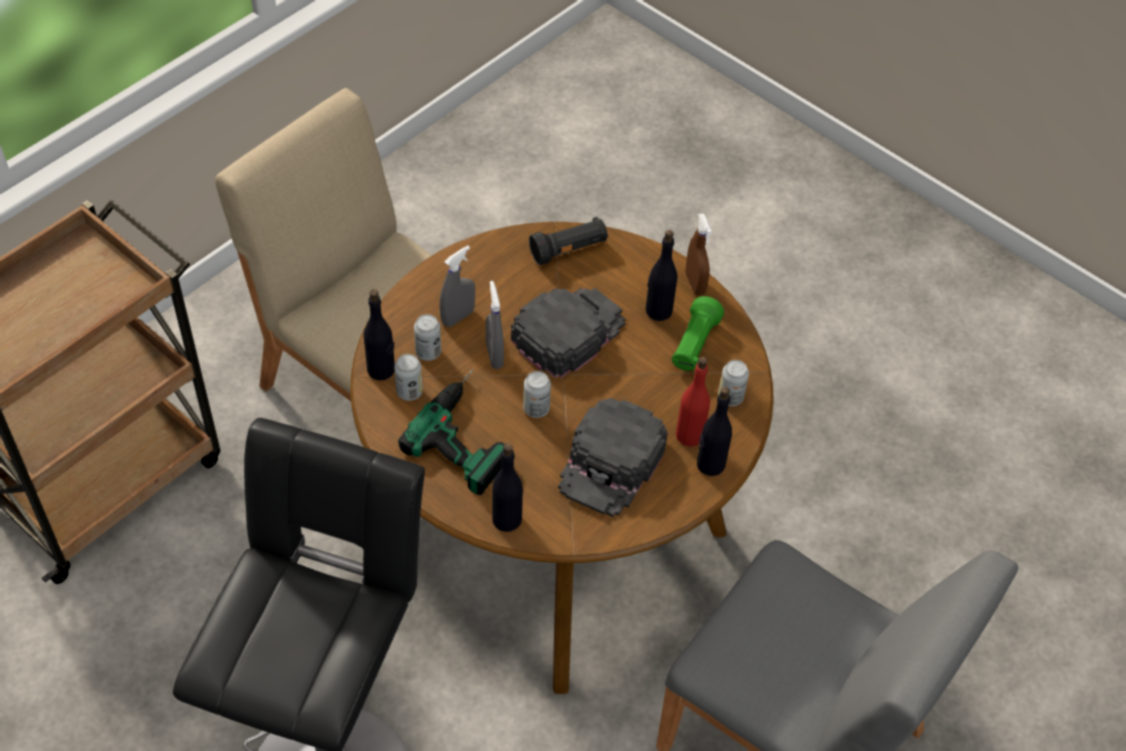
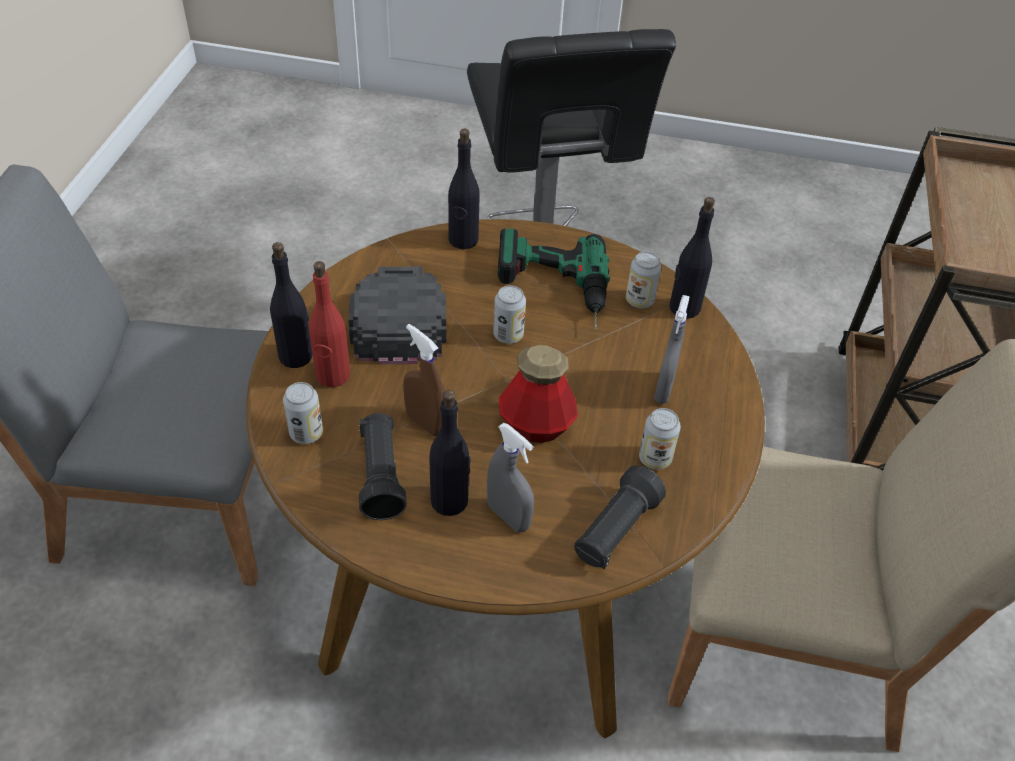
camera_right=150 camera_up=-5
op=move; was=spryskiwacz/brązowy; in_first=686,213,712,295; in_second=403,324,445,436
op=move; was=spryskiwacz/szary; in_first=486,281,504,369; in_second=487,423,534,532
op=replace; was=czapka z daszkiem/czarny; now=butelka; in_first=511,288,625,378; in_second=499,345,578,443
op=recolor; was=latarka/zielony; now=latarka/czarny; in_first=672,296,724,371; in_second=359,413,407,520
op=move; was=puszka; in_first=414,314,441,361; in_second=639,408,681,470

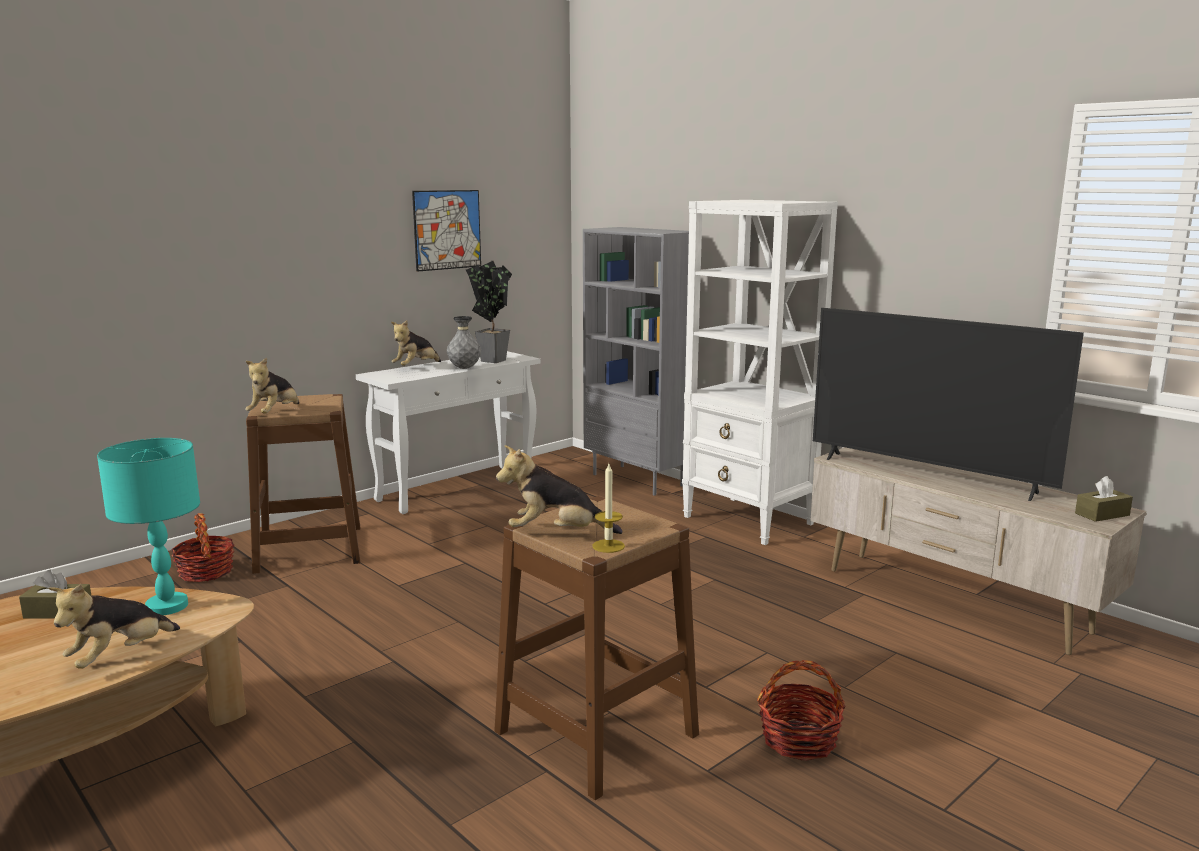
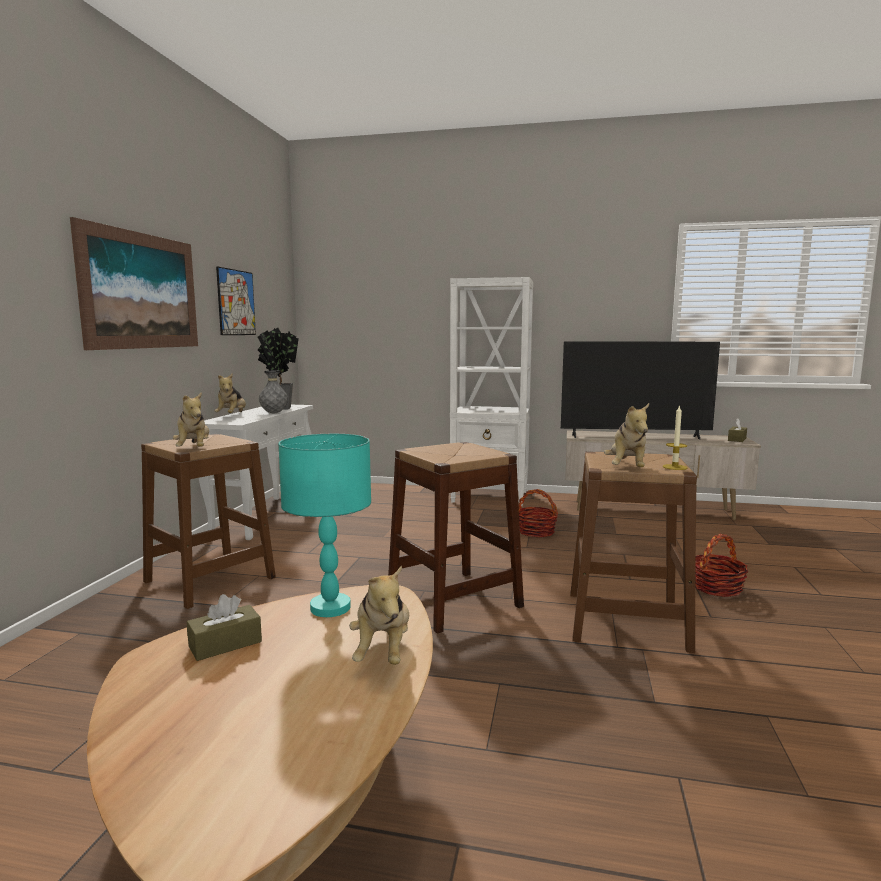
camera_right=-35 camera_up=-5
op=delete; was=regał/szary; in_first=583,227,702,496
op=rotate; was=pluszak; in_first=496,445,623,534; in_second=604,403,649,467; clockwise=-45
op=move; was=koszyk; in_first=171,513,234,582; in_second=519,489,558,537
op=insert; now=obraz; in_second=70,217,198,350
op=insert; now=stołek/brązowy; in_second=388,442,524,633

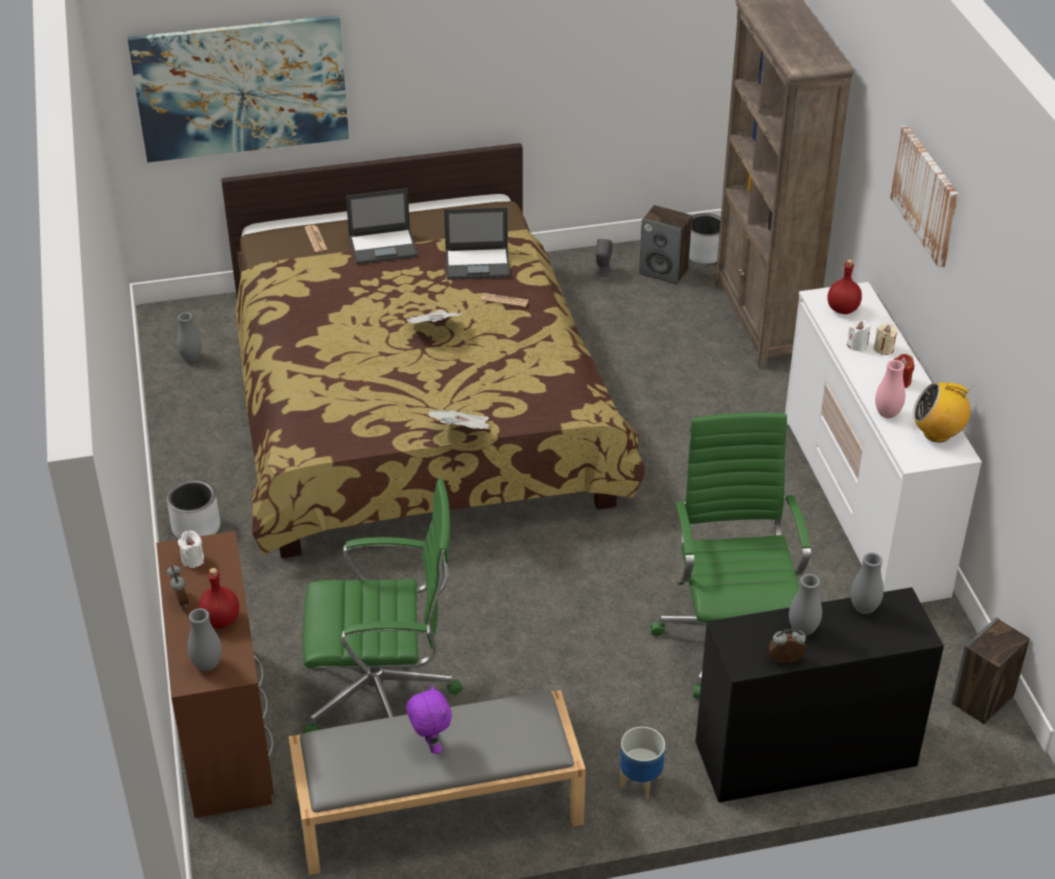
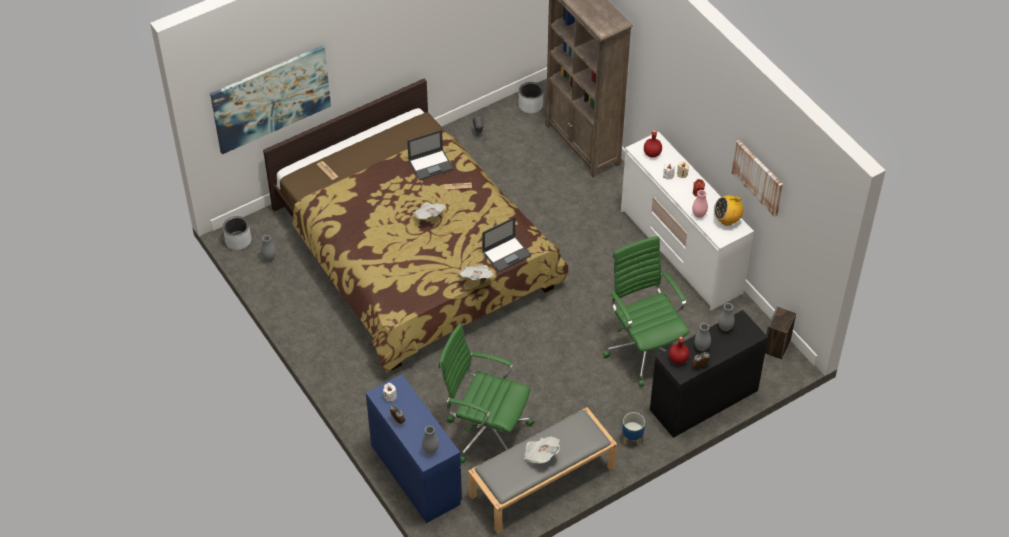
camera_right=-20 camera_up=10
op=move; was=obraz; in_first=890,126,959,268; in_second=732,140,783,217
op=move; was=laptop; in_first=346,188,418,265; in_second=482,217,531,272
op=delete; was=głośnik; in_first=639,205,692,285
op=rotate; was=krzesło biurowe/zielony; in_first=303,479,463,733; in_second=438,324,534,463; clockwise=-135
op=move; was=donica/szary; in_first=167,480,220,539; in_second=223,216,251,250
op=recolor; was=biurko/brązowy; now=biurko/niebieski; in_first=156,531,274,818; in_second=366,374,462,523
op=move; was=butelka/czerwony; in_first=198,568,239,628; in_second=669,337,689,364
op=replace; was=pluszak/fioletowy; now=gazeta; in_first=406,684,452,754; in_second=524,436,560,464

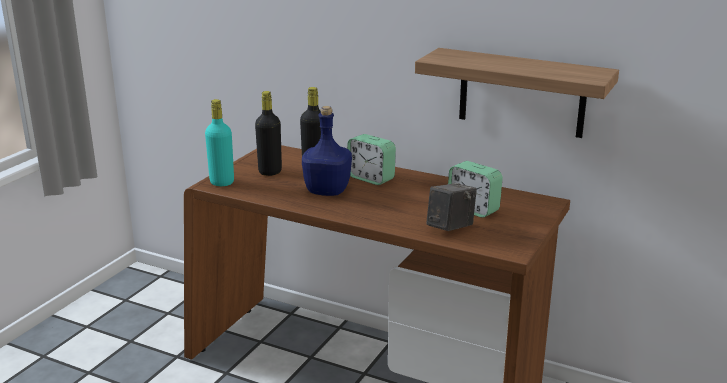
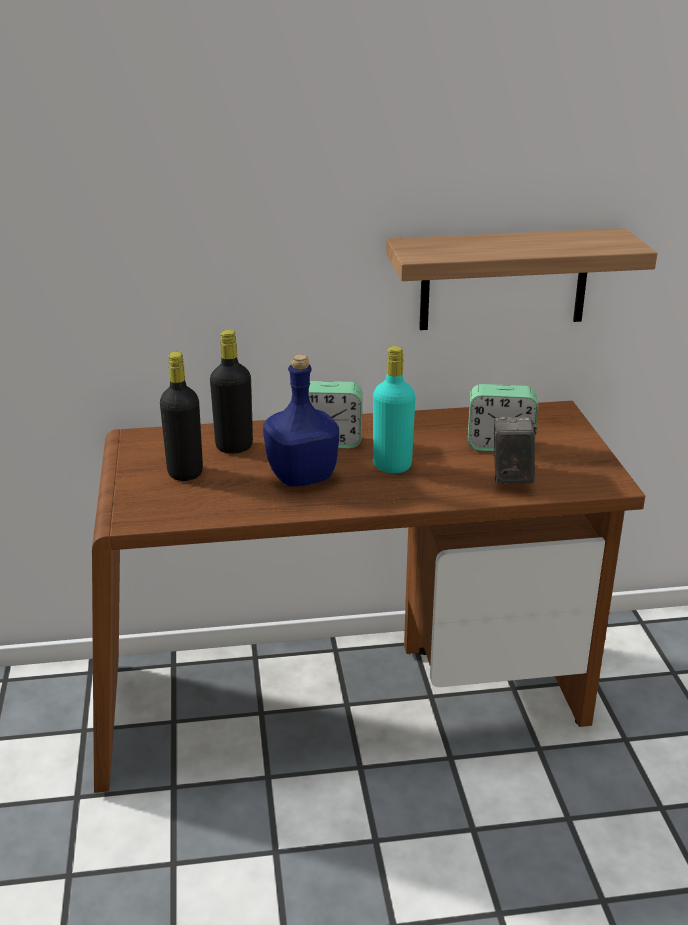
camera_right=-35 camera_up=5
op=move; was=butelka/turkusowy; in_first=205,99,234,186; in_second=373,346,416,473

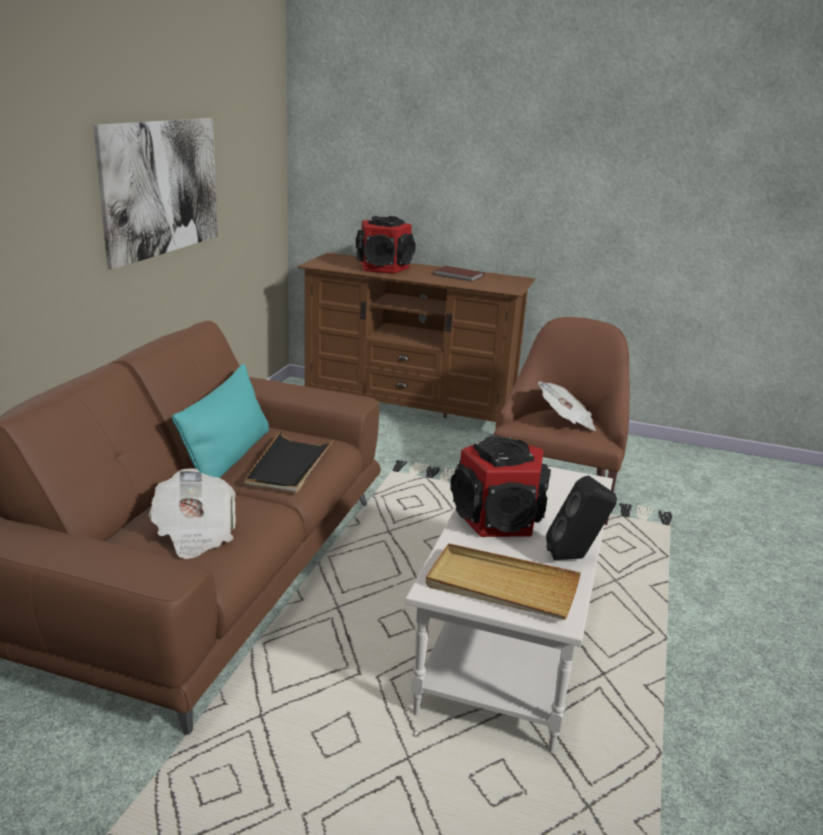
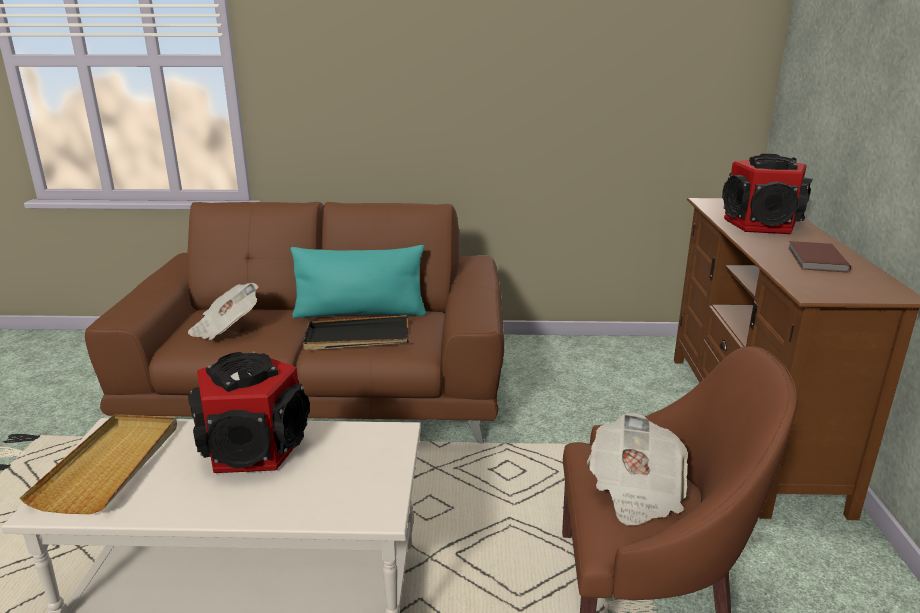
camera_right=75 camera_up=0
op=delete; was=obraz; in_first=93,118,218,270
op=delete; was=głośnik/czarny; in_first=546,476,617,560

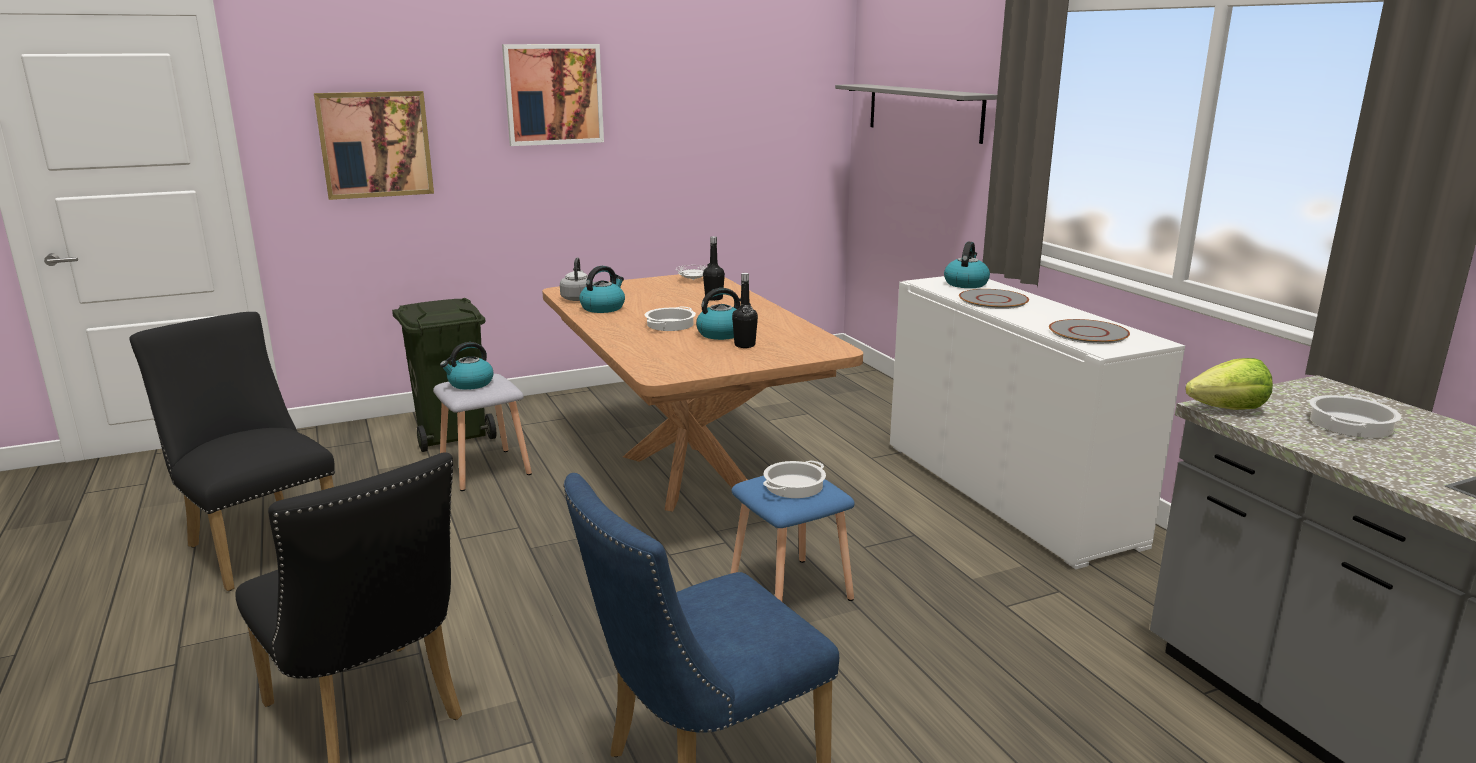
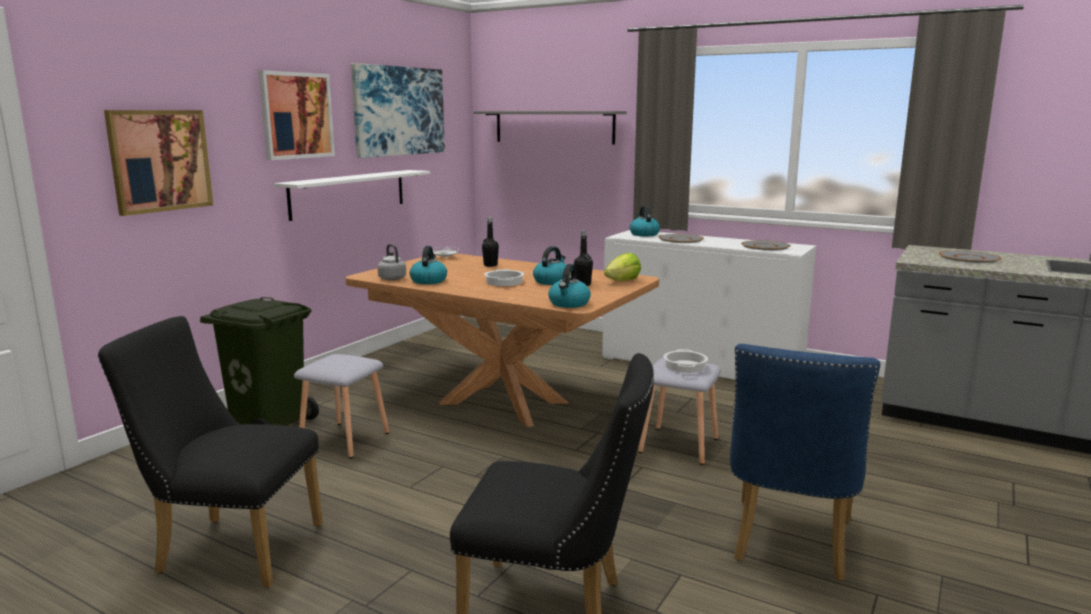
camera_right=-35 camera_up=-5
op=move; was=czajnik; in_first=440,342,493,390; in_second=548,264,591,308
op=move; was=sałata; in_first=1185,358,1273,410; in_second=604,253,641,281
op=replace; was=garnek; now=talerz/szary; in_first=1309,394,1401,438; in_second=939,251,1002,263
op=recolor; was=stołek/niebieski; now=stołek/szary; in_first=730,476,855,602; in_second=638,358,721,465
op=insert; now=obraz; in_second=351,63,445,158
op=insert; now=półka/biały; in_second=274,170,430,221

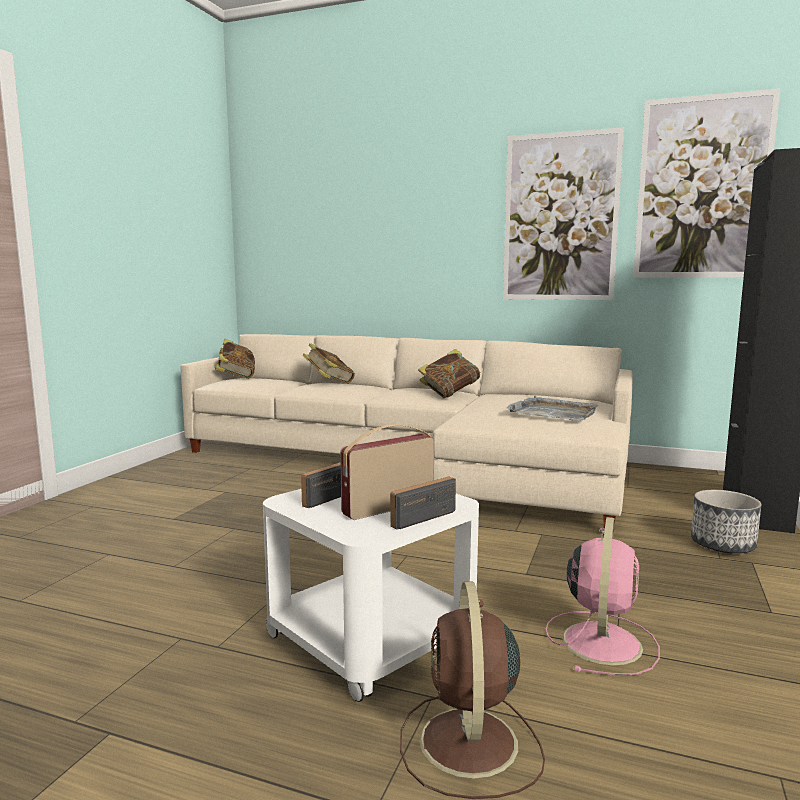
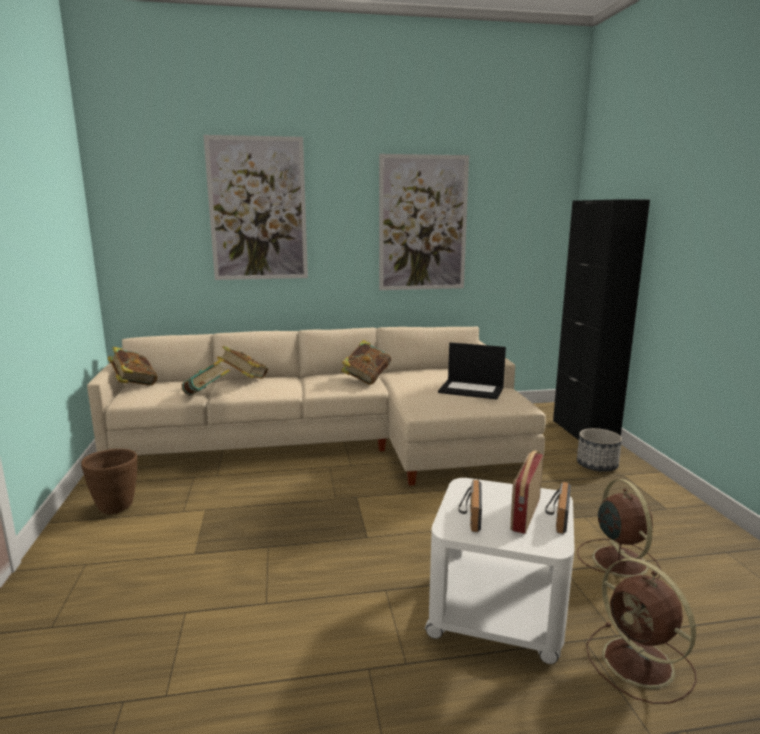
camera_right=-30 camera_up=5
op=move; was=obraz; in_first=633,88,780,277; in_second=203,135,308,280
op=replace; was=taca/szary; now=laptop; in_first=506,396,599,421; in_second=438,342,506,400
op=recolor; was=wentylator/różowy; now=wentylator/brązowy; in_first=546,517,660,675; in_second=577,479,661,579
op=insert; now=książka; in_second=182,358,230,395
op=insert; now=donica/brązowy; in_second=81,449,137,514

